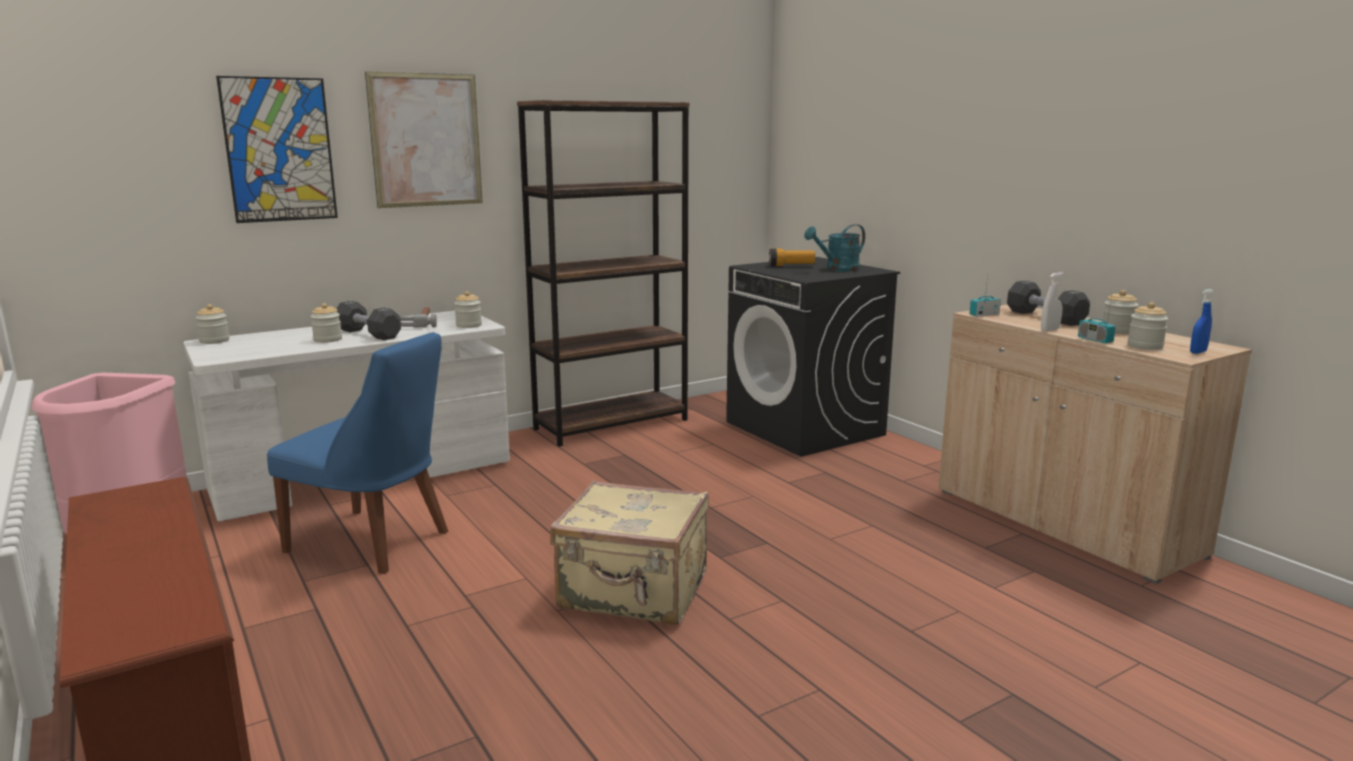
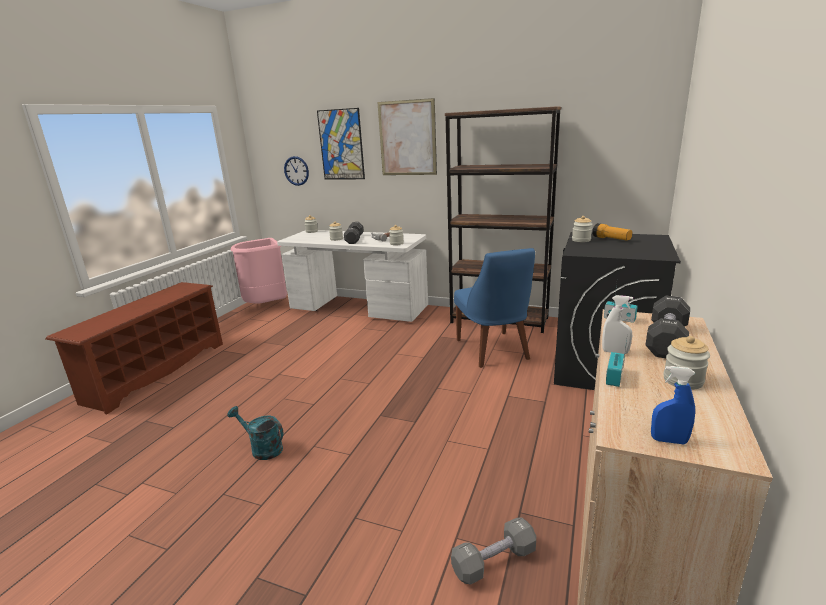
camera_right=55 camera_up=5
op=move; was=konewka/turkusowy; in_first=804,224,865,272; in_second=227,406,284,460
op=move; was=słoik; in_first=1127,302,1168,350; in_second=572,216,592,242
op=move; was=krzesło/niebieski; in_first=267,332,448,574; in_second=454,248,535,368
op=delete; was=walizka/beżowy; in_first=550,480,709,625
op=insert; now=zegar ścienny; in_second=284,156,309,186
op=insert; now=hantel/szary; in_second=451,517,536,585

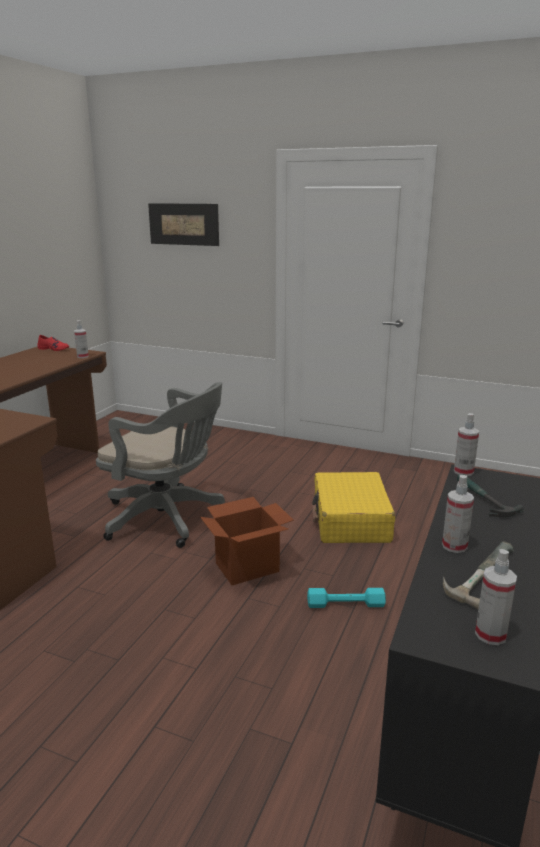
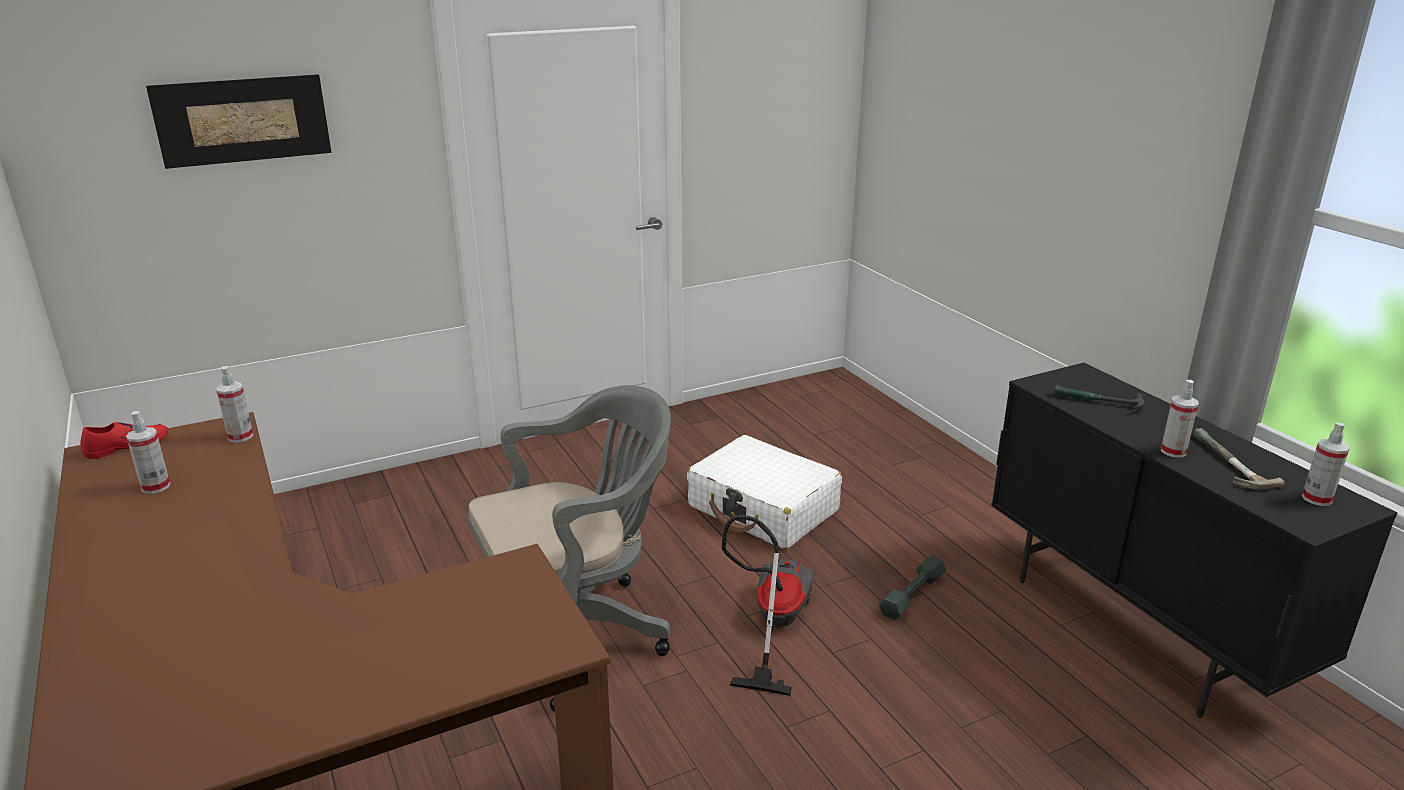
camera_right=-50 camera_up=5
op=move; was=spryskiwacz; in_first=454,413,479,476; in_second=126,411,170,494
op=recolor; was=walizka/żółty; now=walizka/biały; in_first=312,472,395,543; in_second=687,435,842,549
op=replace; was=karton; now=odkurzacz; in_first=200,497,294,585; in_second=722,515,815,696
op=recolor; was=hantel/turkusowy; now=hantel/szary; in_first=307,588,386,608; in_second=879,555,946,620

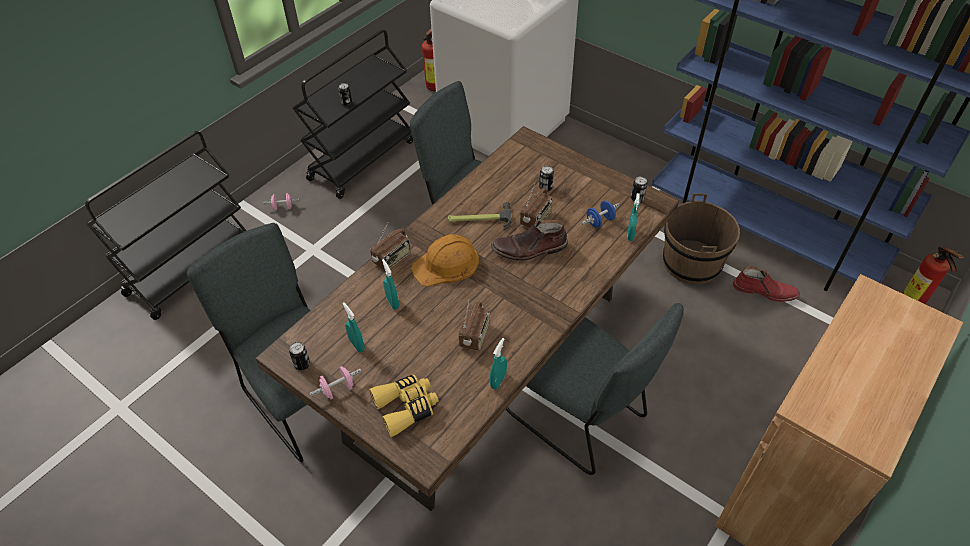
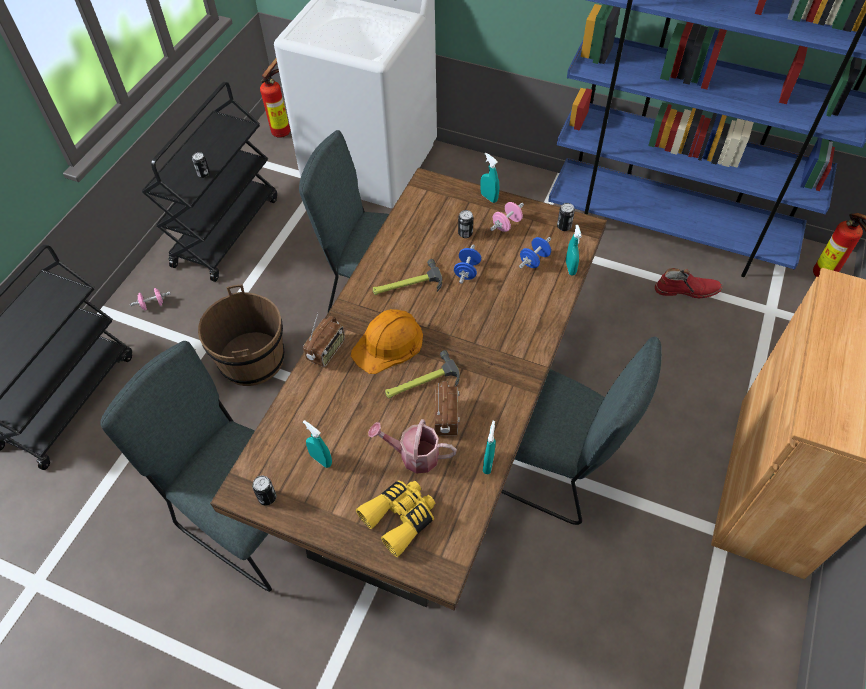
camera_right=-15 camera_up=5
op=replace; was=radio; now=hantel/niebieski; in_first=520,182,552,228; in_second=454,245,481,284
op=move; was=wiadro/brązowy; in_first=663,193,740,284; in_second=198,284,284,386
op=delete; was=but z cholewką/brązowy; in_first=491,219,568,261
op=move; was=spryskiwacz/turkusowy; in_first=382,259,399,309; in_second=480,153,499,203
op=move; was=hantel/różowy; in_first=310,366,362,399; in_second=490,202,524,232
op=insert; now=młotek; in_second=385,350,460,398
op=insert; now=konewka; in_second=368,419,457,474

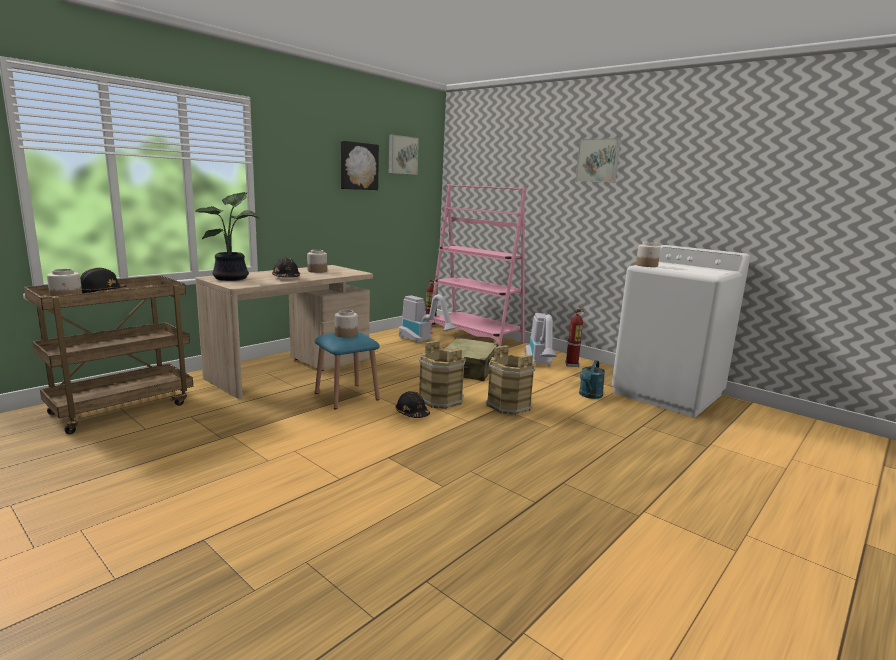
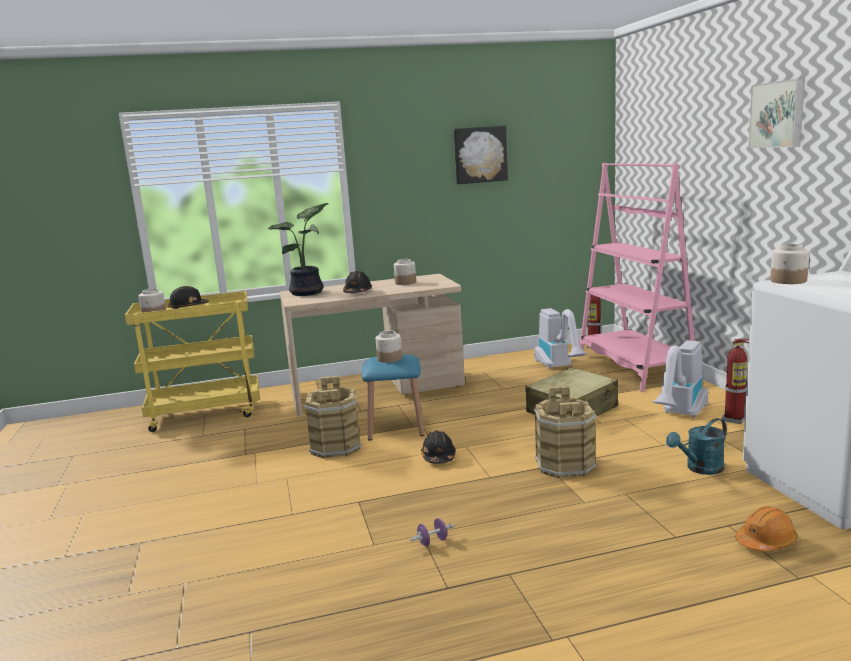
camera_right=35 camera_up=0
op=delete; was=obraz; in_first=389,134,419,175
op=recolor; was=wózek/brązowy; now=wózek/żółty; in_first=24,275,193,434; in_second=125,291,260,432
op=move; was=wiadro/brązowy; in_first=419,340,466,409; in_second=304,376,361,459
op=insert; now=kask/pomarańczowy; in_second=735,506,798,551
op=insert; now=hantel/fioletowy; in_second=410,518,454,546

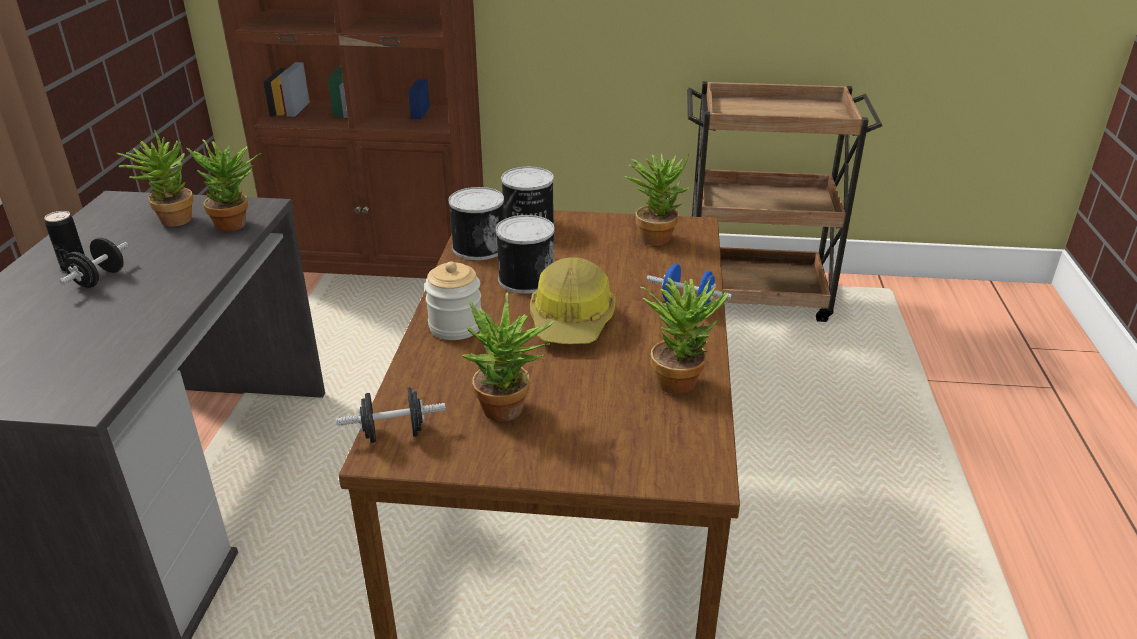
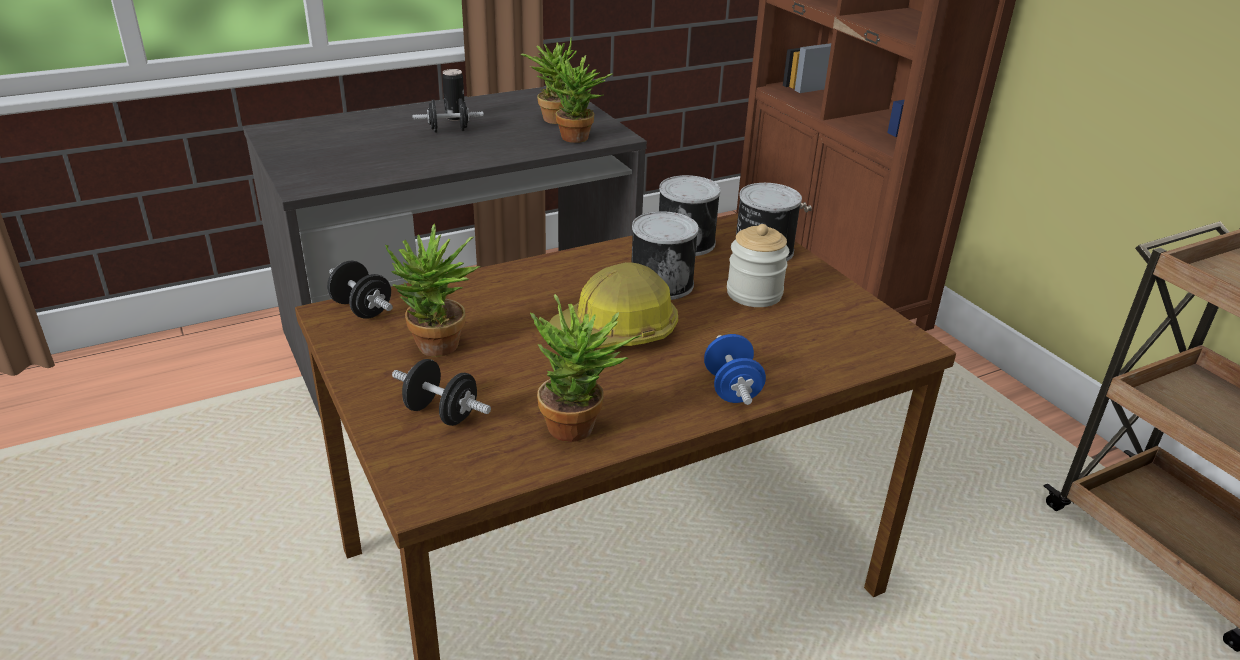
camera_right=55 camera_up=0
op=delete; was=roślina doniczkowa; in_first=624,153,689,246
op=move; was=słoik; in_first=424,261,481,340; in_second=727,224,789,307
op=insert; now=hantel/czarny; in_second=392,359,491,426

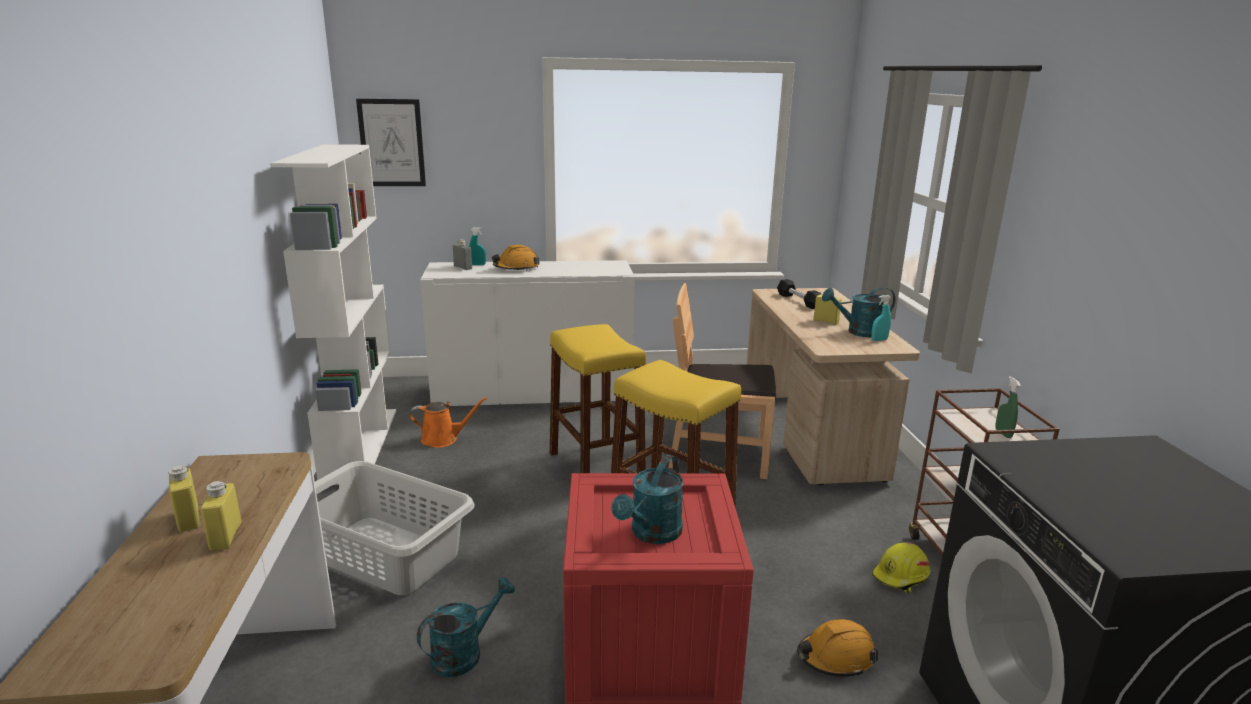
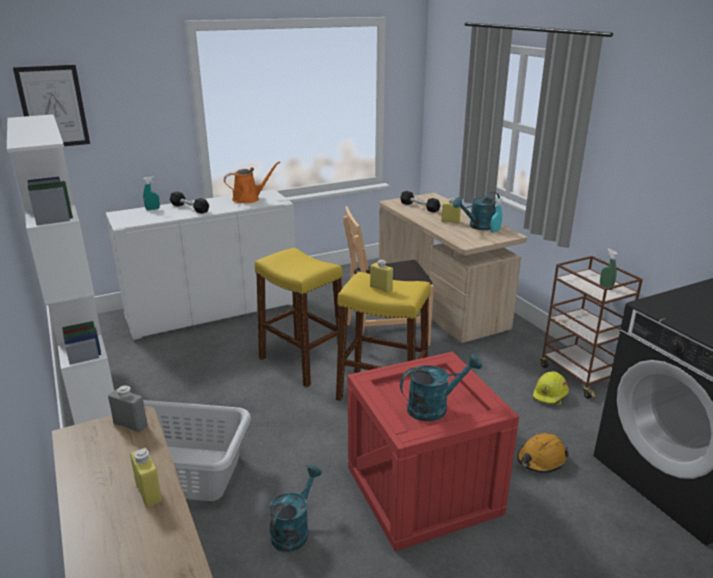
camera_right=-20 camera_up=5
op=move; was=butelka/szary; in_first=453,239,472,270; in_second=108,386,148,432
op=replace; was=kask/pomarańczowy; now=hantel/czarny; in_first=492,245,540,271; in_second=170,192,209,214
op=move; was=konewka/pomarańczowy; in_first=409,397,487,448; in_second=224,161,280,203
op=rotate; was=konewka/turkusowy; in_first=612,455,684,544; in_second=400,354,482,421; clockwise=-120
op=move; was=butelka/żółty; in_first=168,465,200,532; in_second=370,260,393,293

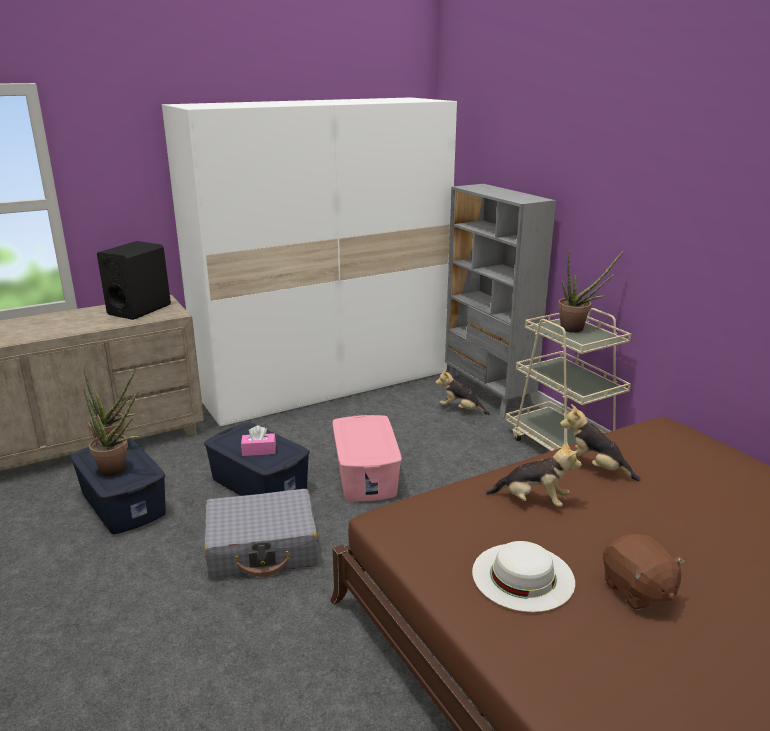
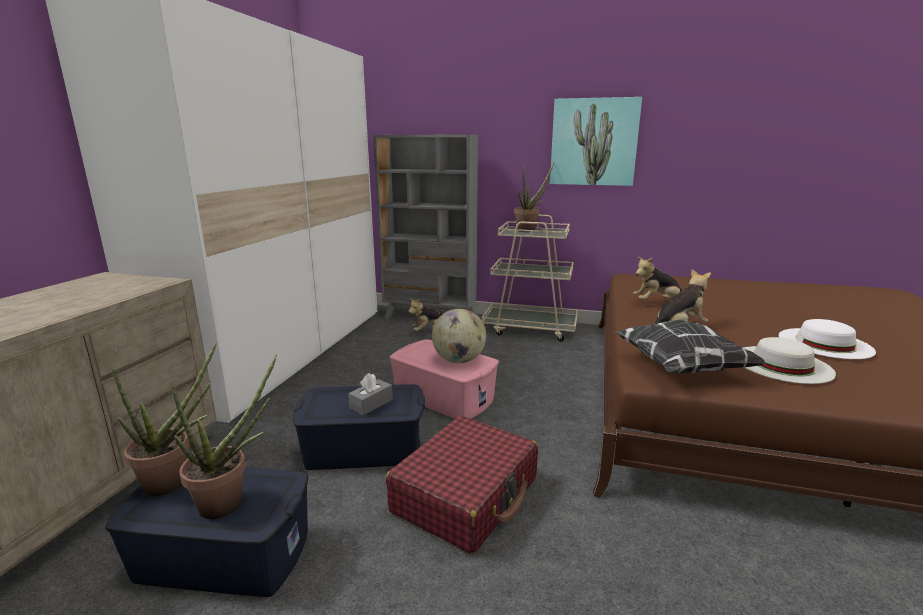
camera_right=-45 camera_up=-5
op=delete; was=głośnik/czarny; in_first=97,241,171,320
op=recolor; was=pudełko chusteczek/różowy; now=pudełko chusteczek/szary; in_first=241,425,276,456; in_second=348,373,393,415
op=recolor; was=walizka/szary; now=walizka/czerwony; in_first=204,489,319,579; in_second=386,416,538,554
op=replace; was=pluszak/brązowy; now=kapelusz/biały; in_first=603,534,685,610; in_second=779,319,876,359
op=insert; now=obraz; in_second=550,97,642,186
op=insert; now=globus; in_second=432,309,486,363
op=insert; now=poduszka; in_second=615,320,766,373

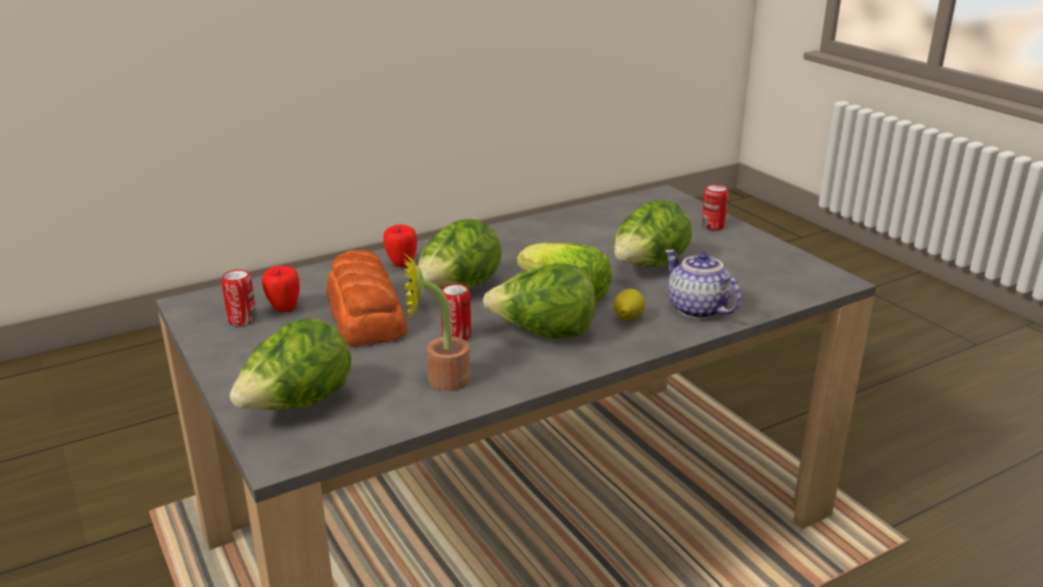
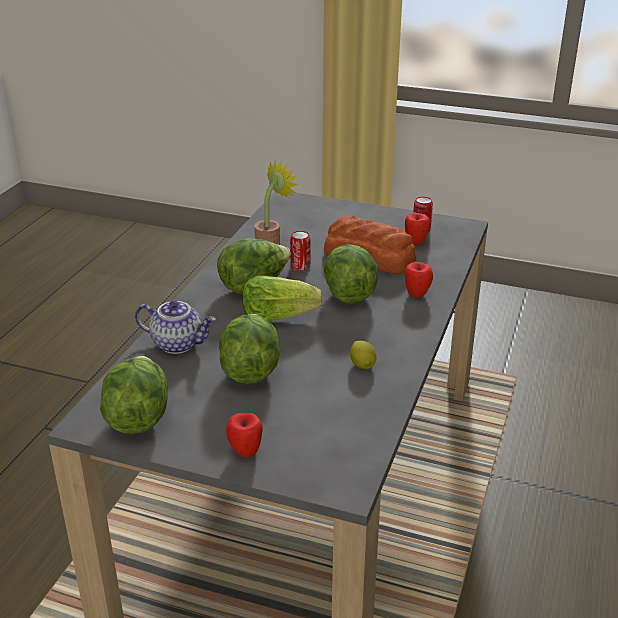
camera_right=140 camera_up=5
op=replace; was=puszka; now=jabłko; in_first=702,184,728,231; in_second=226,413,263,458
op=move; was=cytryna; in_first=614,289,645,321; in_second=350,341,377,369
op=move; was=sałata; in_first=230,319,351,410; in_second=100,356,168,434

